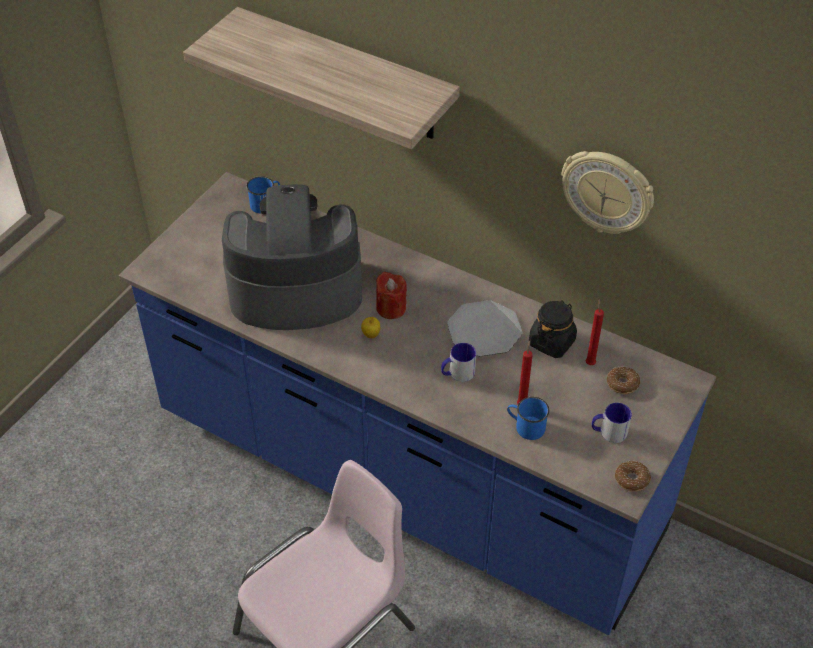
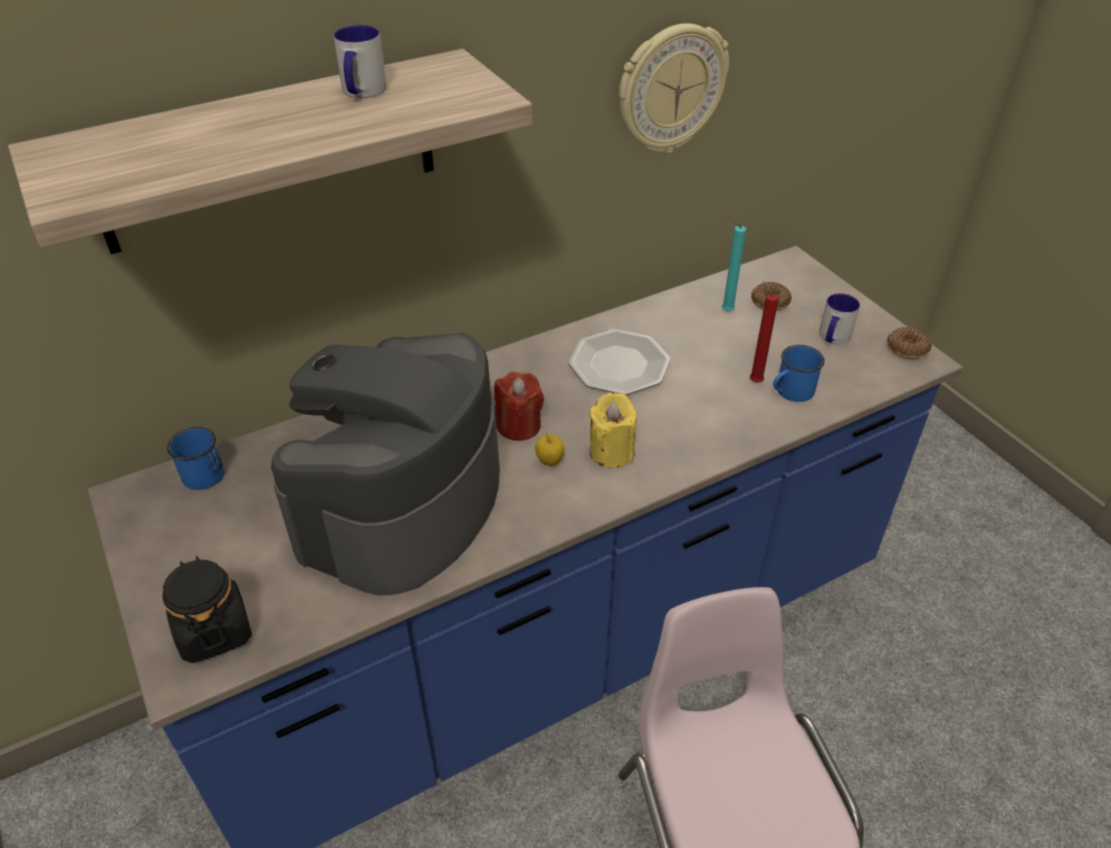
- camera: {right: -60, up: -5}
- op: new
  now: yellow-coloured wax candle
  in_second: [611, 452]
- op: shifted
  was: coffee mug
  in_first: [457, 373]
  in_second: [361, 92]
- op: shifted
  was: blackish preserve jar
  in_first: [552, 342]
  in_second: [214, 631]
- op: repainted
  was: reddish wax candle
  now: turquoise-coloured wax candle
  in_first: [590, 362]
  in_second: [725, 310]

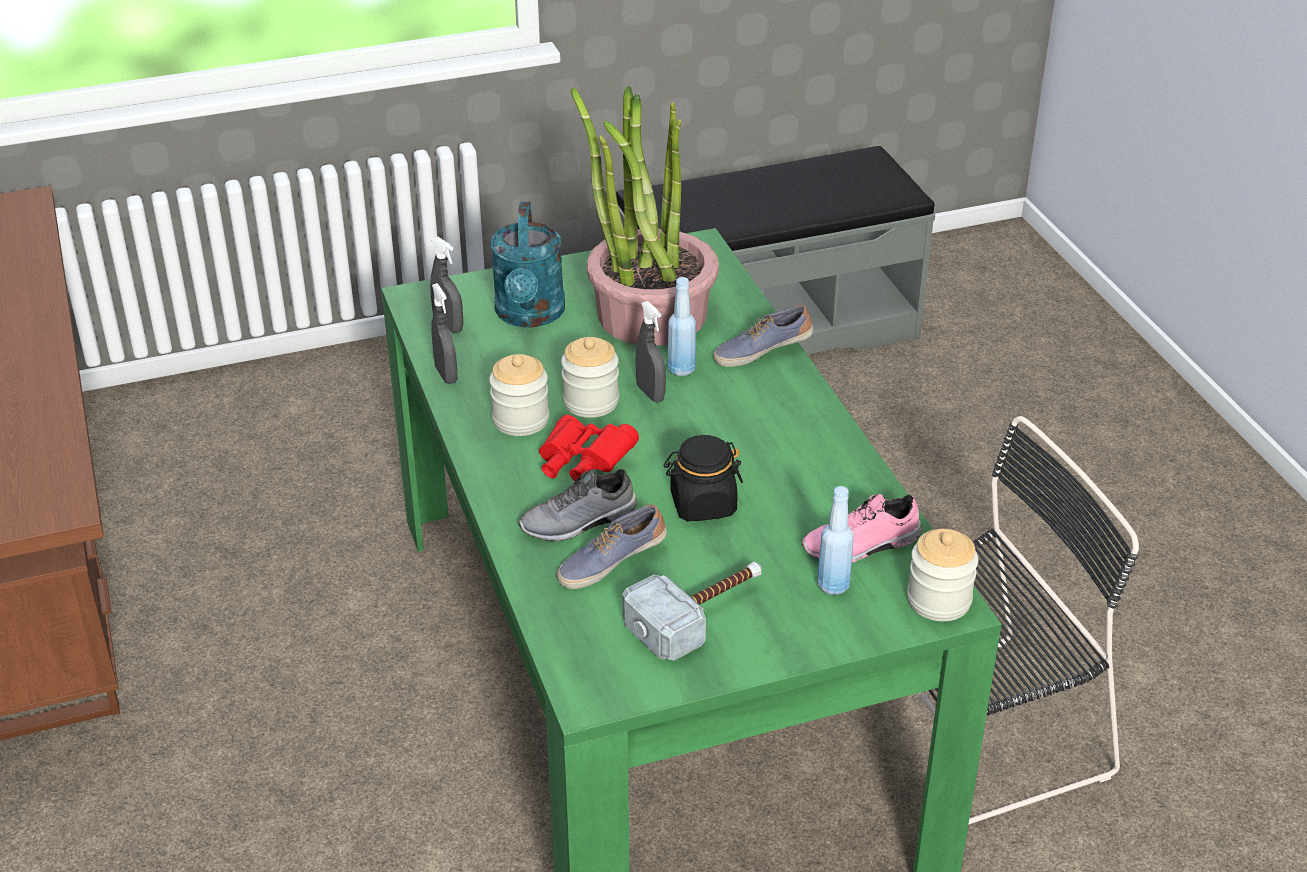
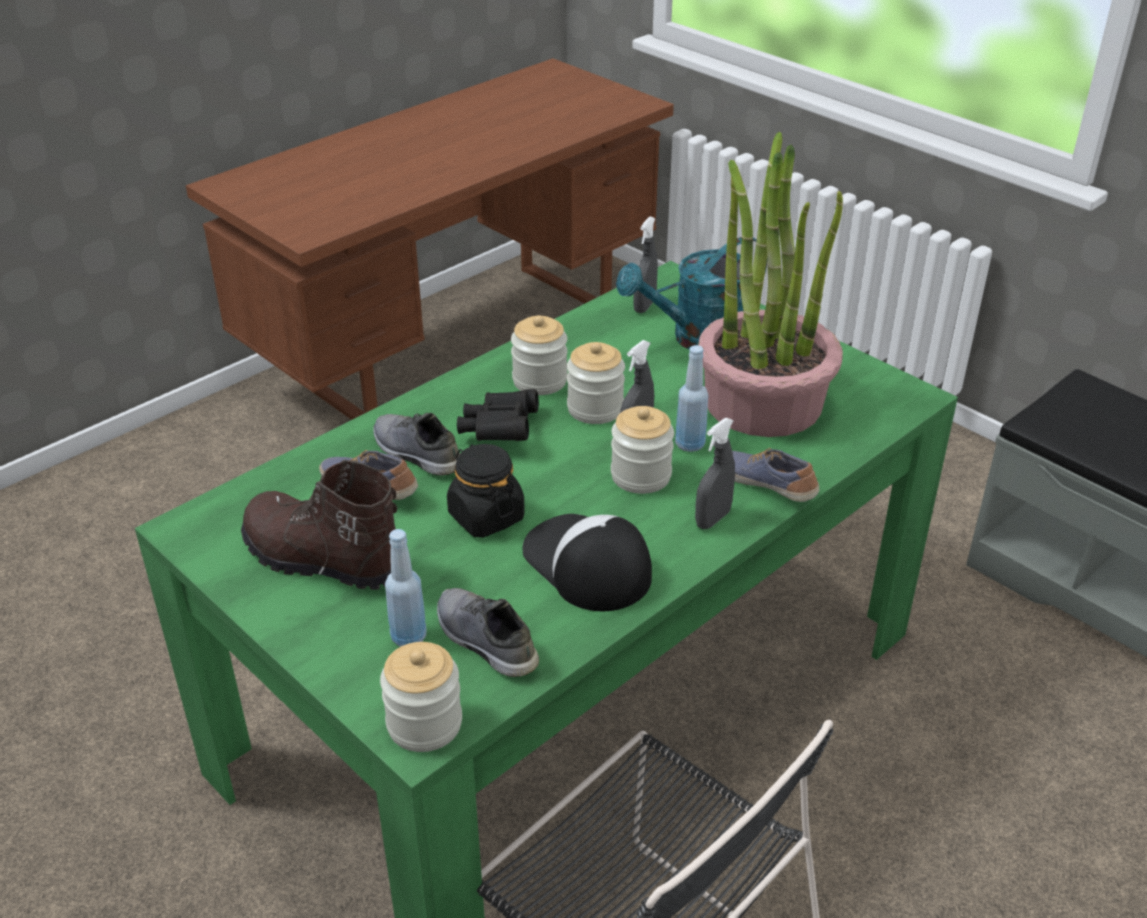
- camera: {right: 65, up: 0}
- op: new
  now: baseball cap
  in_second: [586, 564]
- op: new
  now: preserve jar
  in_second: [641, 476]
- op: shifted
  was: gray spray bottle
  in_first: [446, 375]
  in_second: [712, 519]
- op: swapped
  was: hammer
  now: brown-coloured high-top boot
  in_first: [700, 615]
  in_second: [322, 560]
- op: repainted
  was: reddish field glasses
  now: blackish field glasses
  in_first: [583, 464]
  in_second: [499, 431]
- op: repainted
  was: pink shoe
  now: gray shoe
  in_first: [862, 546]
  in_second: [484, 641]

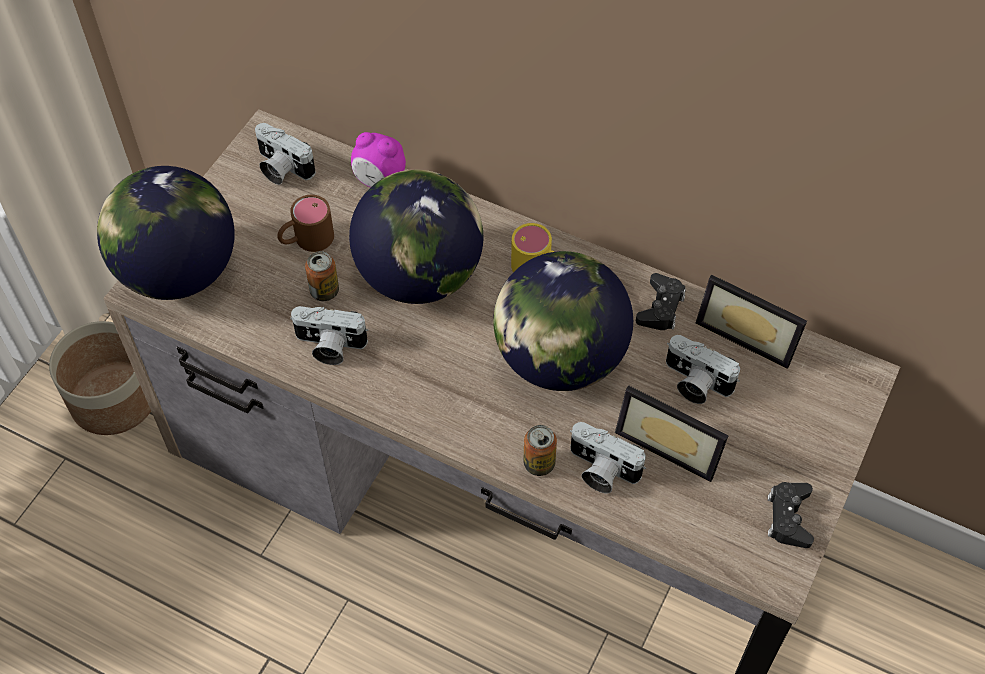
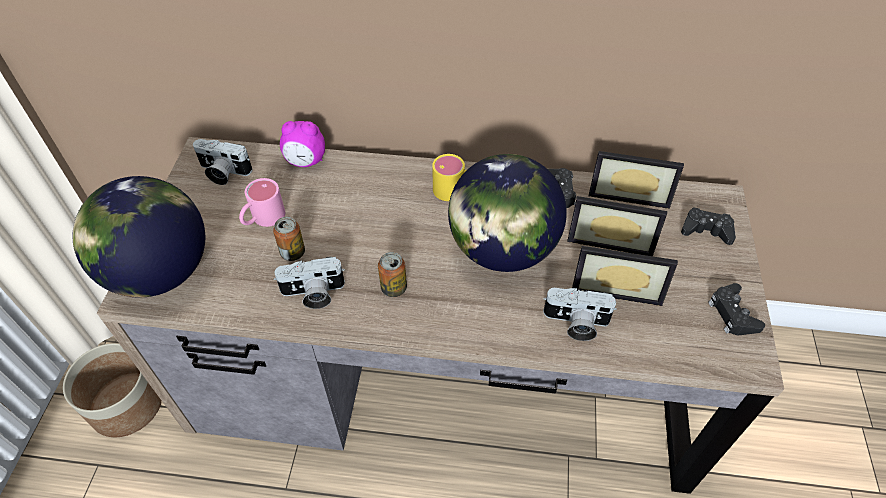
- camera: {right: -20, up: -5}
- op: gone
  was: globe
  in_first: [420, 275]
- op: new
  now: blackish gamepad
  in_second: [706, 230]
- op: shifted
  was: can
  in_first: [539, 463]
  in_second: [393, 288]
- op: swapped
  was: photo camera
  now: photo frame
  in_first: [694, 383]
  in_second: [610, 237]
- op: repainted
  was: brown-coloured coffee mug
  now: pink coffee mug
  in_first: [306, 240]
  in_second: [263, 219]

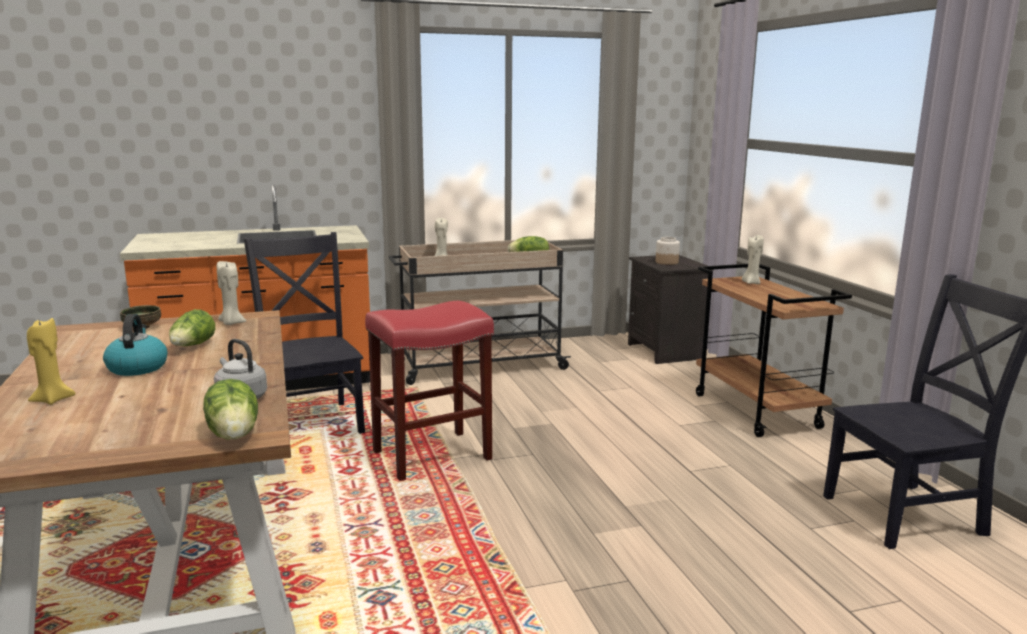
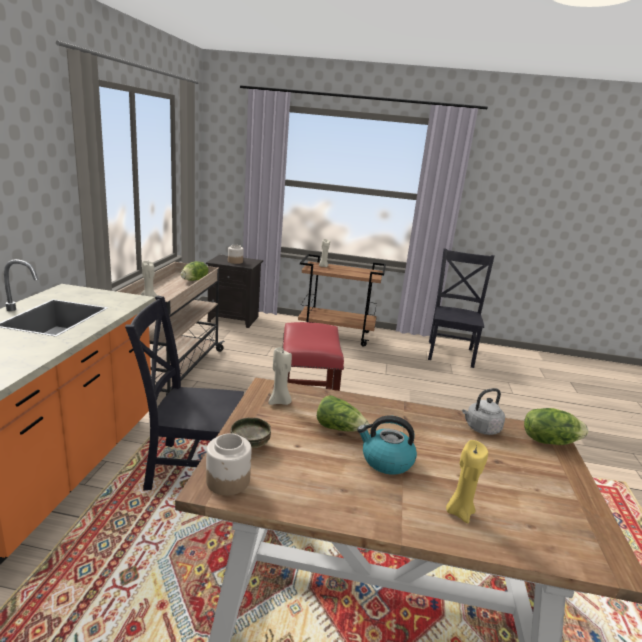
- camera: {right: -65, up: 5}
- op: new
  now: preserve jar
  in_second: [228, 480]

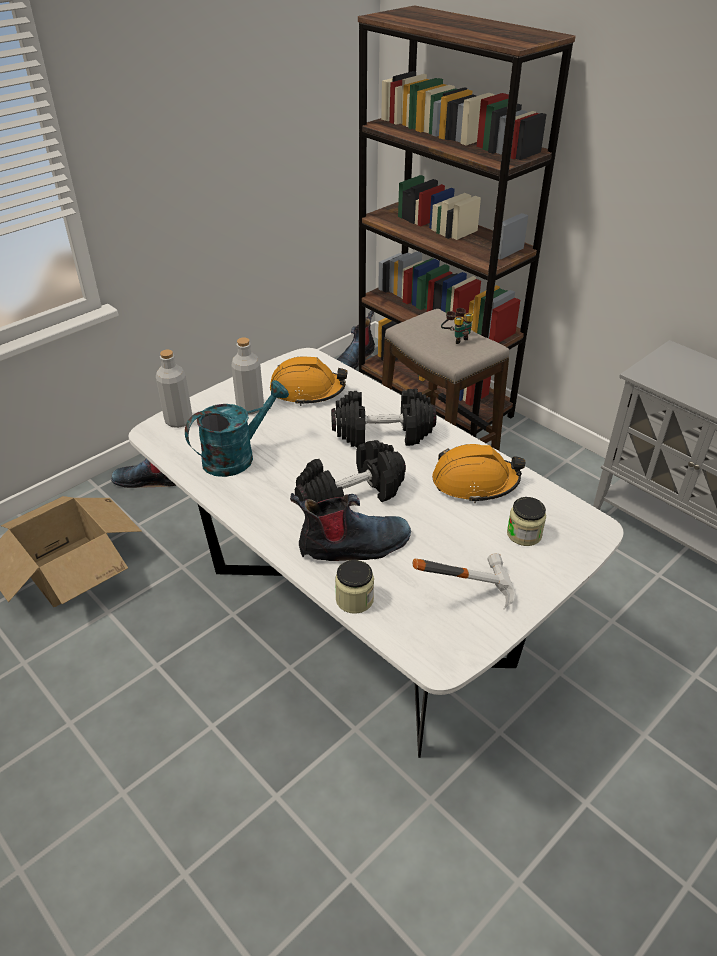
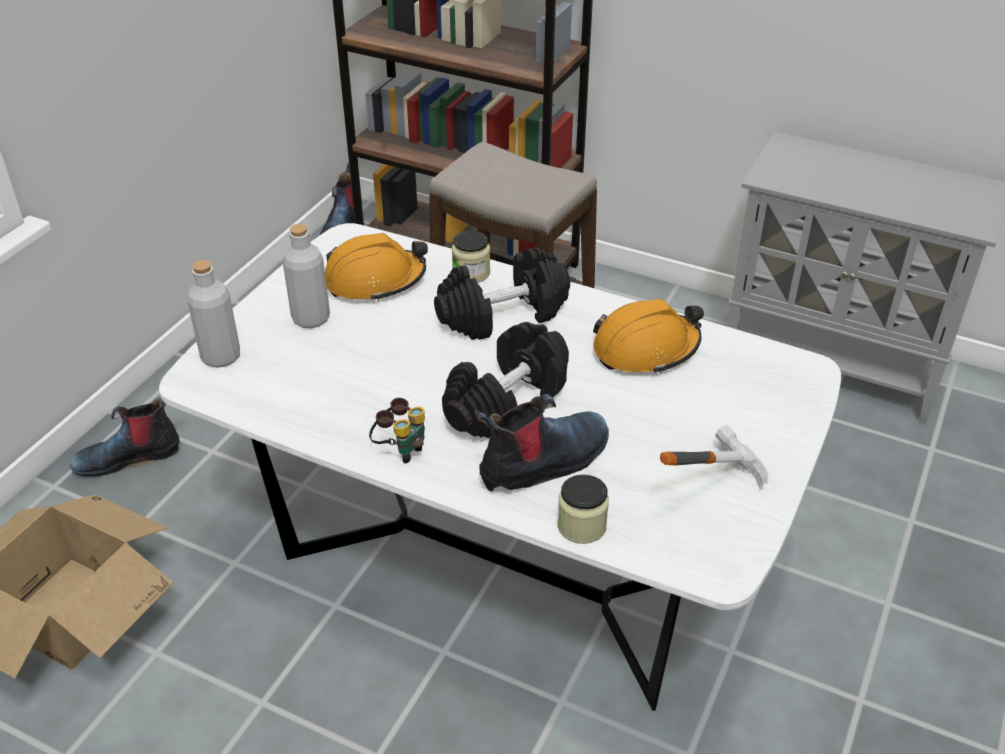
- camera: {right: -20, up: 0}
- op: gone
  was: turquoise-coloured sprinkling can
  in_first: [237, 456]
- op: shifted
  was: field glasses
  in_first: [456, 338]
  in_second: [400, 449]
- op: shifted
  was: preserve jar
  in_first: [524, 534]
  in_second: [471, 273]

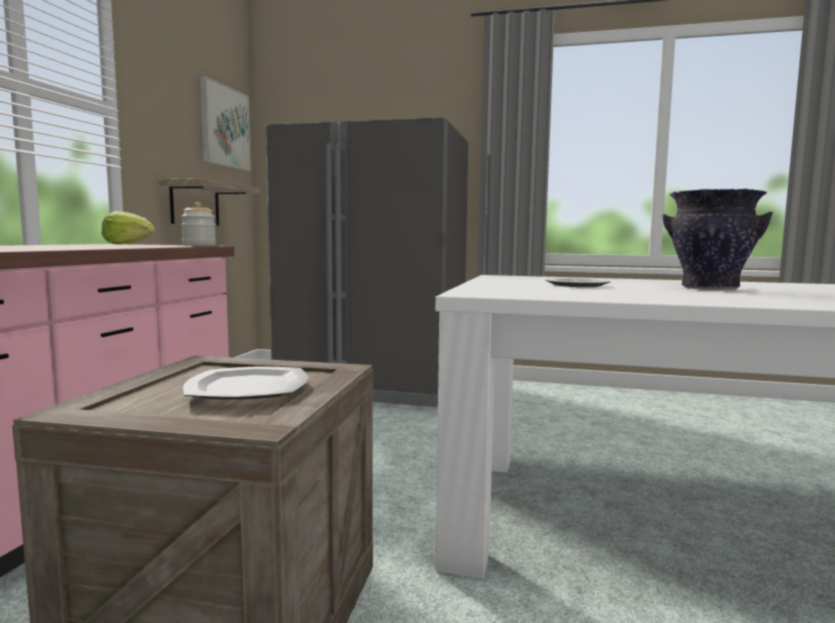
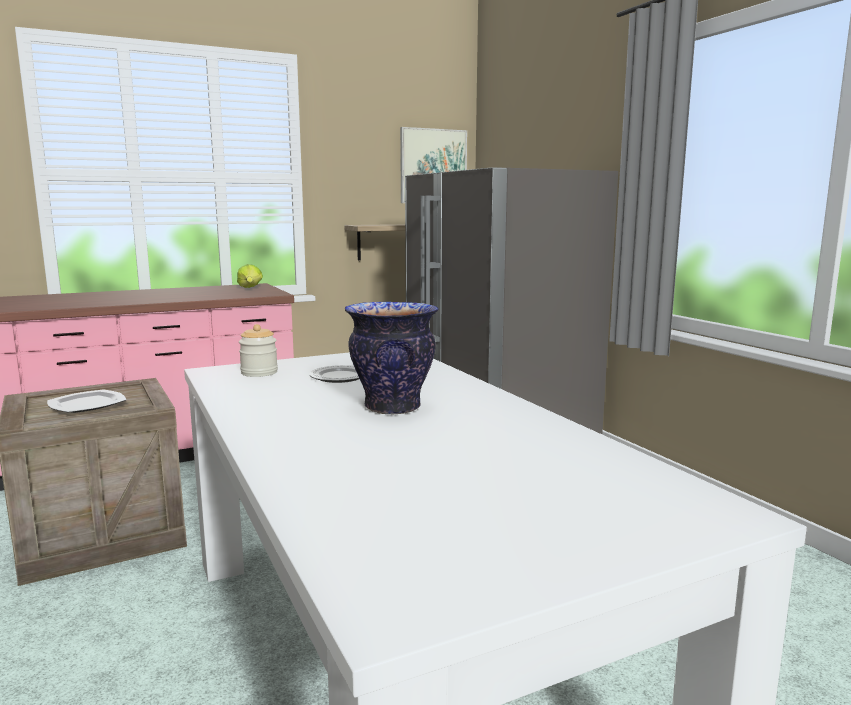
- camera: {right: 50, up: 5}
- op: shifted
  was: preserve jar
  in_first: [199, 245]
  in_second: [259, 372]

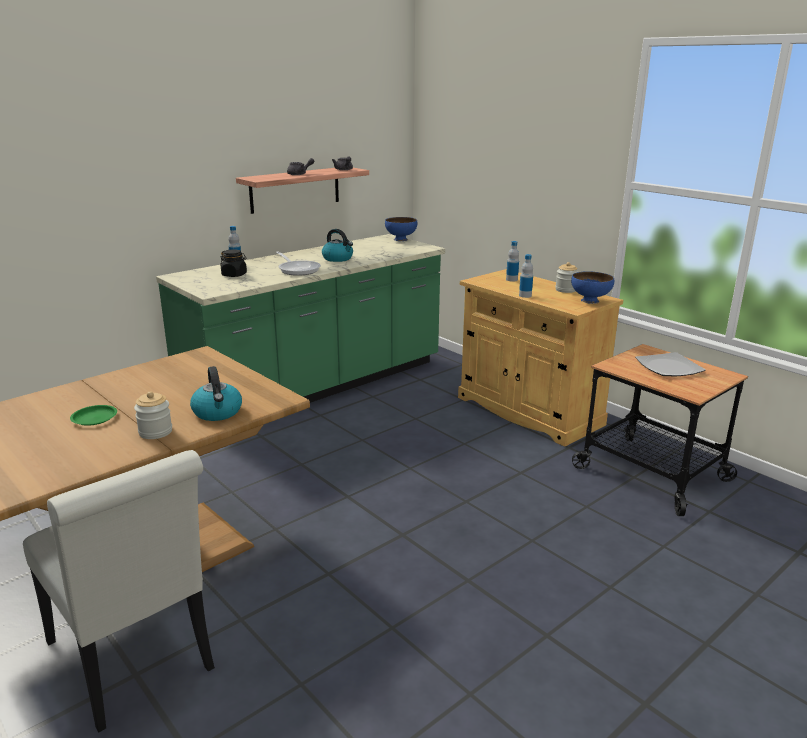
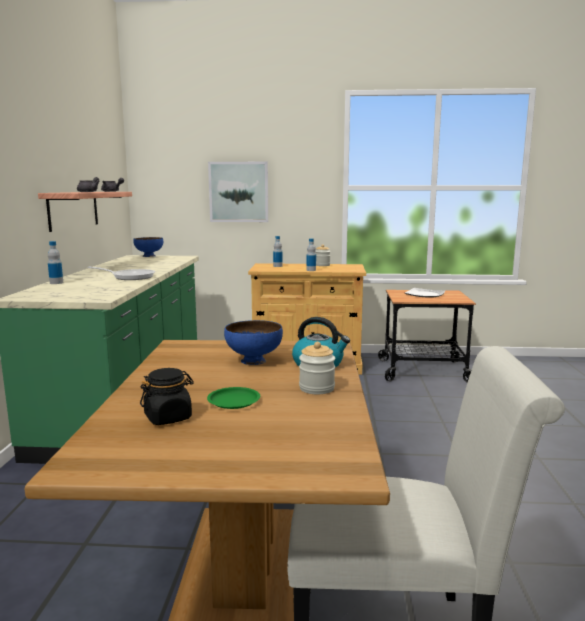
- camera: {right: -45, up: -10}
- op: gone
  was: water kettle
  in_first: [338, 258]
- op: new
  now: picture
  in_second: [239, 192]
- op: shifted
  was: blackish preserve jar
  in_first: [234, 275]
  in_second: [168, 417]
- op: shifted
  was: blue serving bowl
  in_first: [590, 301]
  in_second: [254, 361]

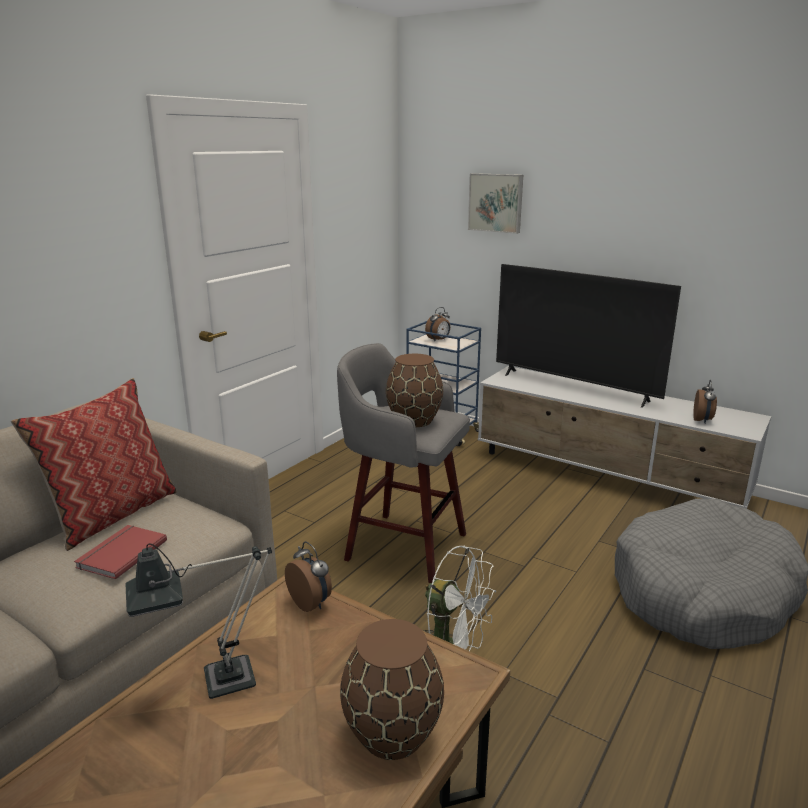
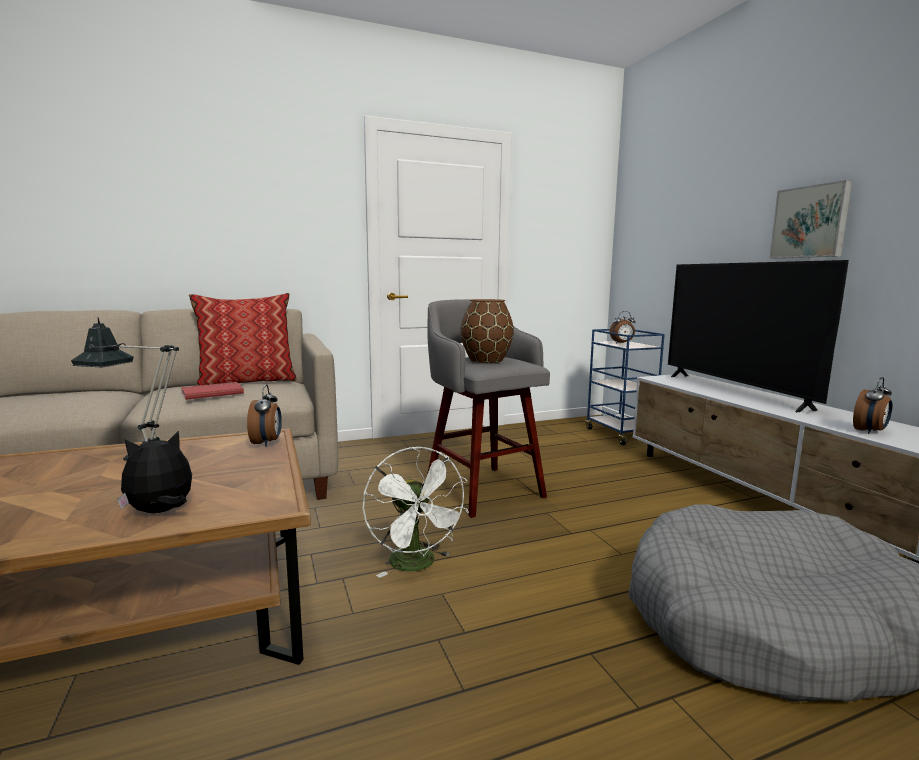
- camera: {right: 35, up: -10}
- op: shifted
  was: picture
  in_first: [496, 202]
  in_second: [810, 222]
- op: swapped
  was: brown-coloured decorative vase
  now: cuddly toy
  in_first: [393, 735]
  in_second: [161, 512]

